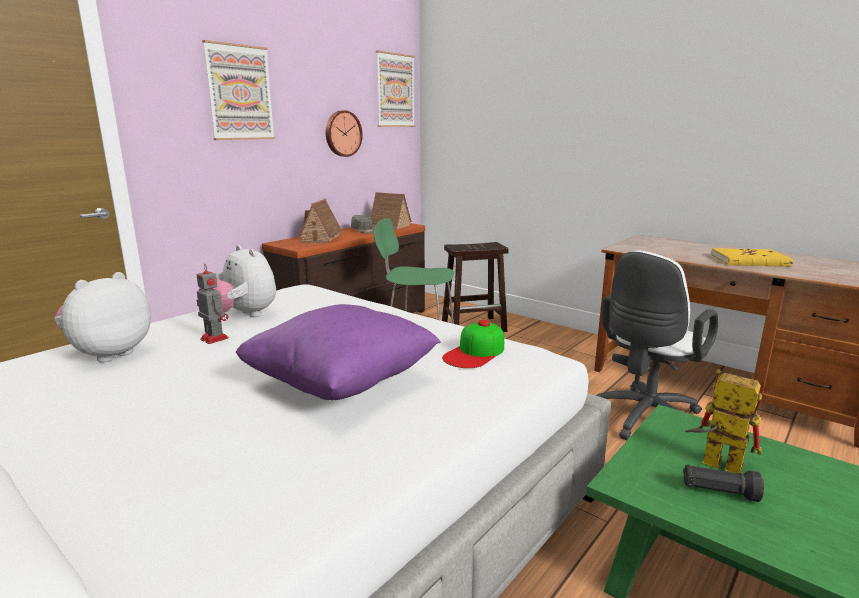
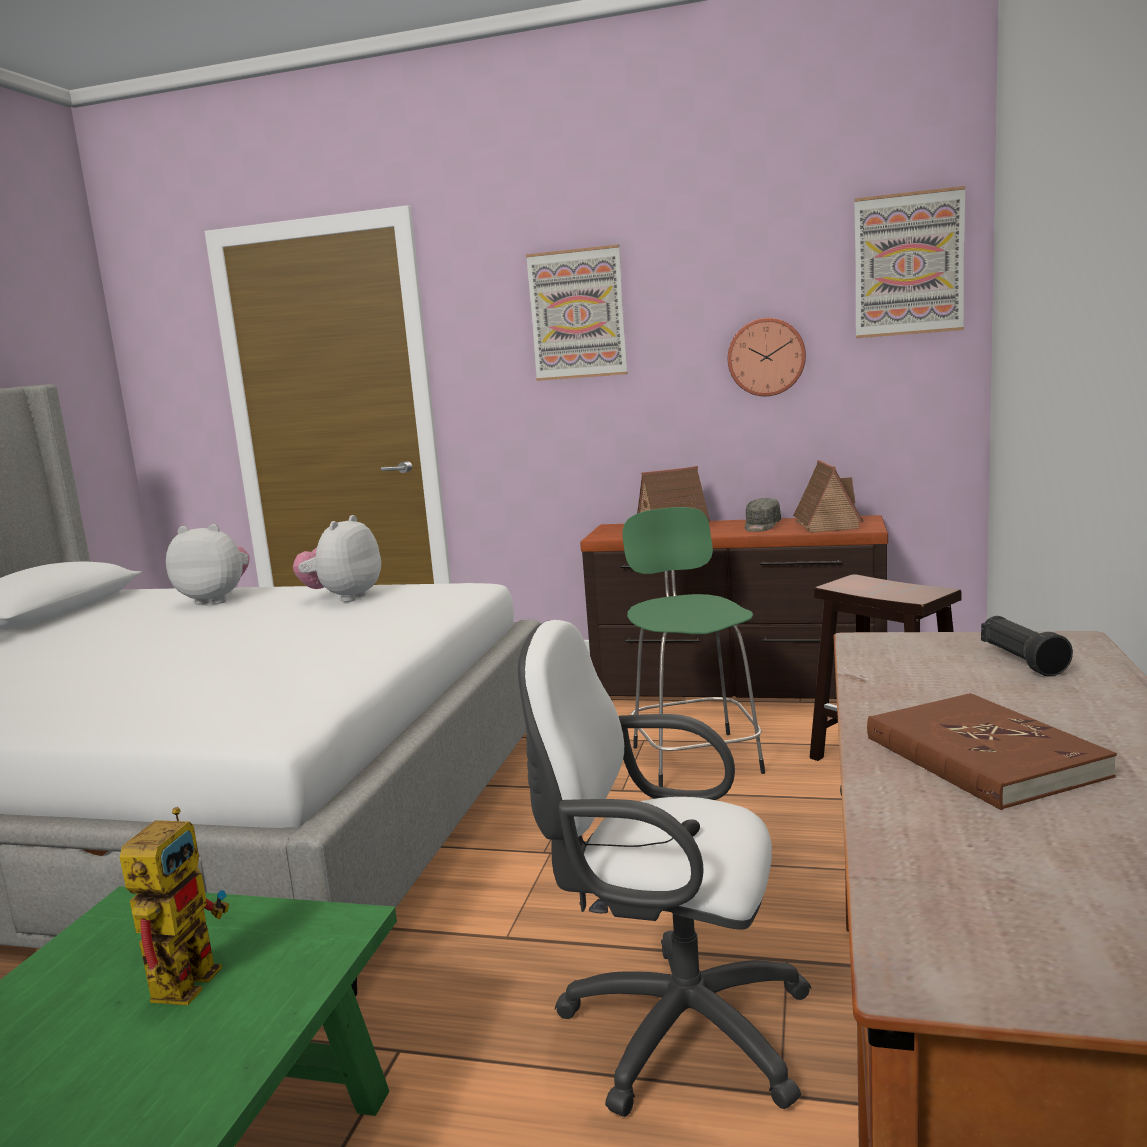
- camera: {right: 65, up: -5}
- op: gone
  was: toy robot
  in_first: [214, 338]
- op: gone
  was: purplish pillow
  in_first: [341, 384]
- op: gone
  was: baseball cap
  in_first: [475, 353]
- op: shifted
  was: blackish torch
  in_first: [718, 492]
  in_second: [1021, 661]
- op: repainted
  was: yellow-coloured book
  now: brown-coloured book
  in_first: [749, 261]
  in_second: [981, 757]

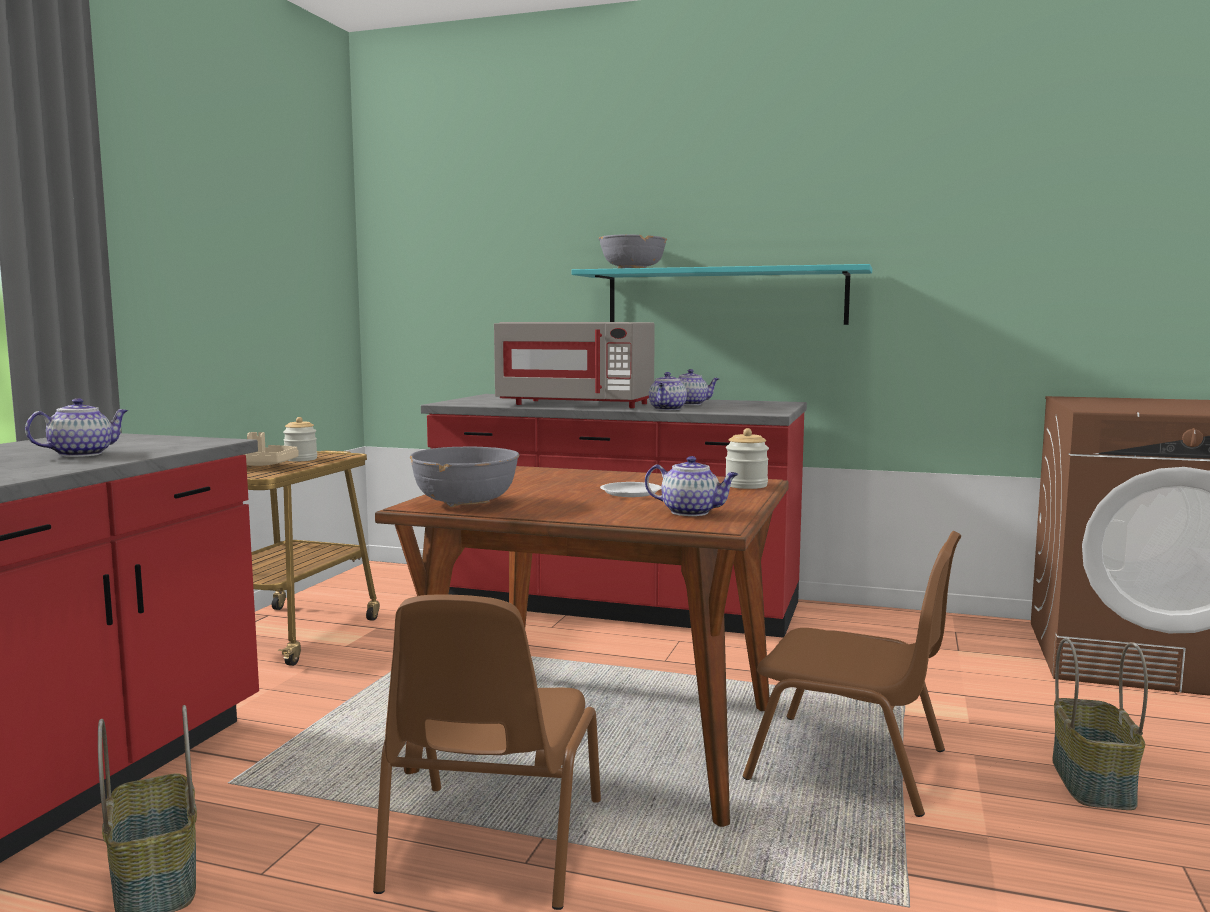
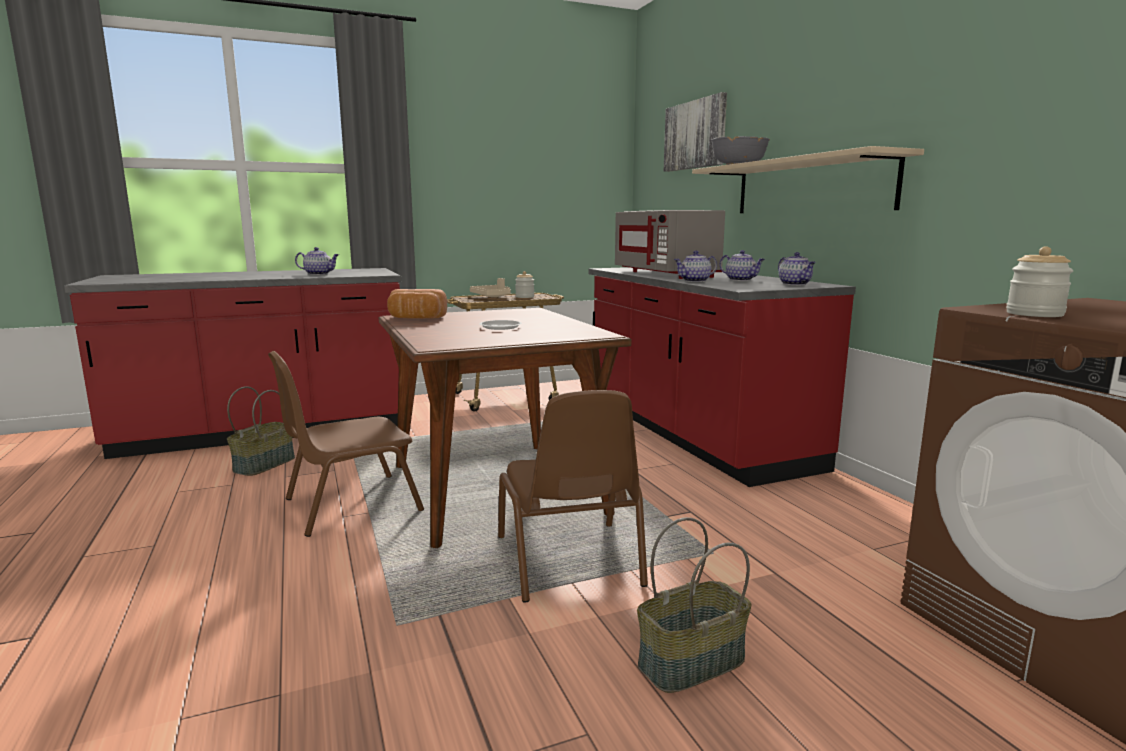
- camera: {right: 50, up: 5}
- op: new
  now: picture
  in_second: [695, 135]
- op: shifted
  was: pot for tea
  in_first: [691, 512]
  in_second: [795, 284]
- op: shifted
  was: preserve jar
  in_first: [746, 485]
  in_second: [1034, 314]
- op: swapped
  was: gray serving bowl
  now: bread
  in_first: [466, 503]
  in_second: [416, 318]
- op: repainted
  was: turquoise-coloured shelf
  now: beige-coloured shelf
  in_first: [725, 297]
  in_second: [810, 187]

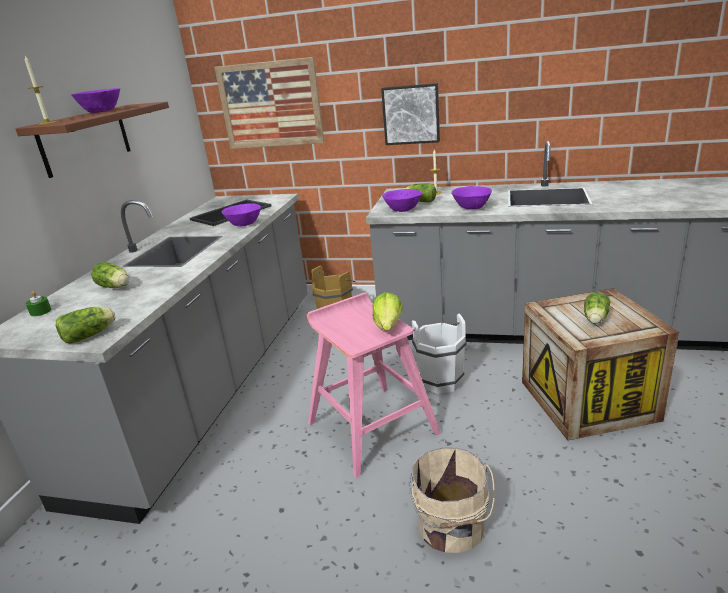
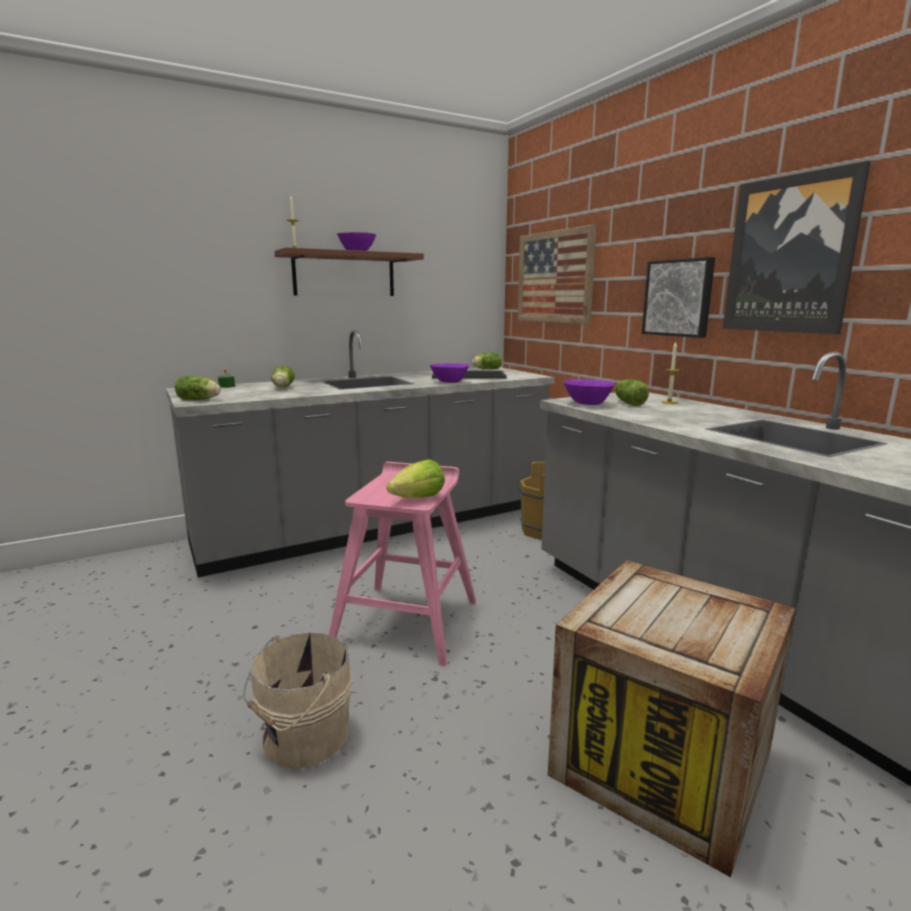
- camera: {right: 45, up: -10}
- op: gone
  was: whitish bucket
  in_first: [439, 379]
- op: gone
  was: purplish serving bowl
  in_first: [471, 207]
- op: new
  now: picture
  in_second: [790, 255]
- op: shifted
  was: lettuce head
  in_first: [595, 319]
  in_second: [486, 369]

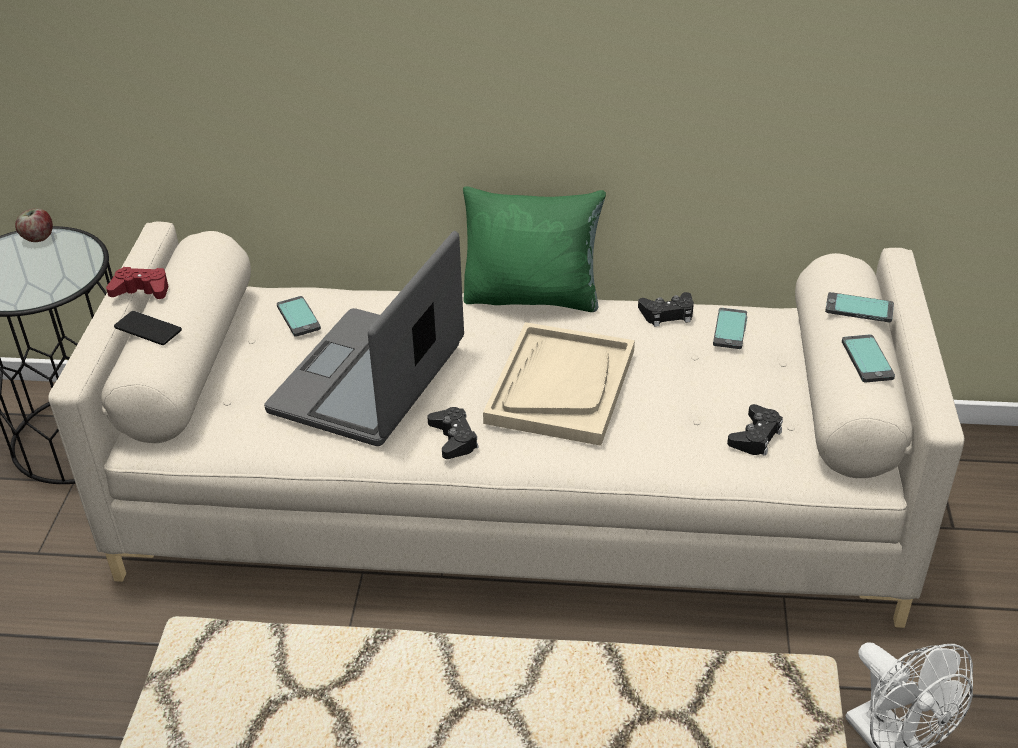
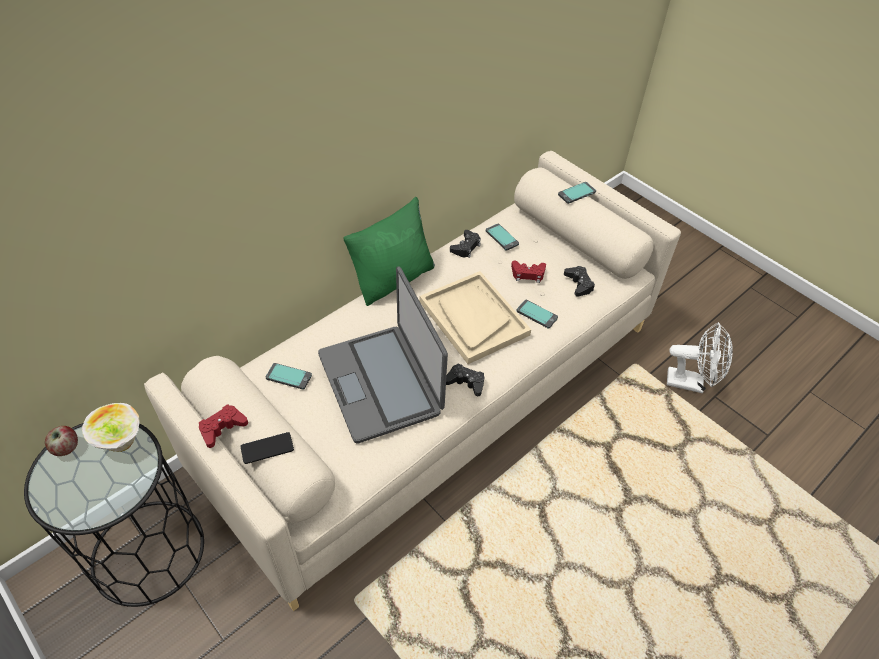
- camera: {right: -50, up: 10}
- op: new
  now: serving bowl
  in_second: [120, 442]
- op: new
  now: reddish gamepad
  in_second: [528, 274]
- op: shifted
  was: phone
  in_first: [867, 359]
  in_second: [537, 314]

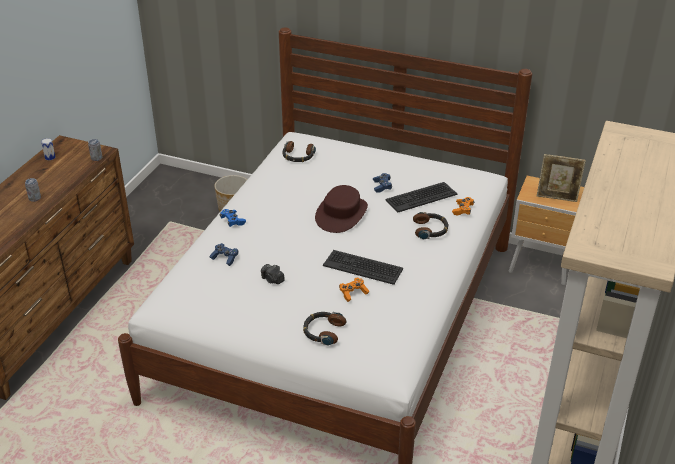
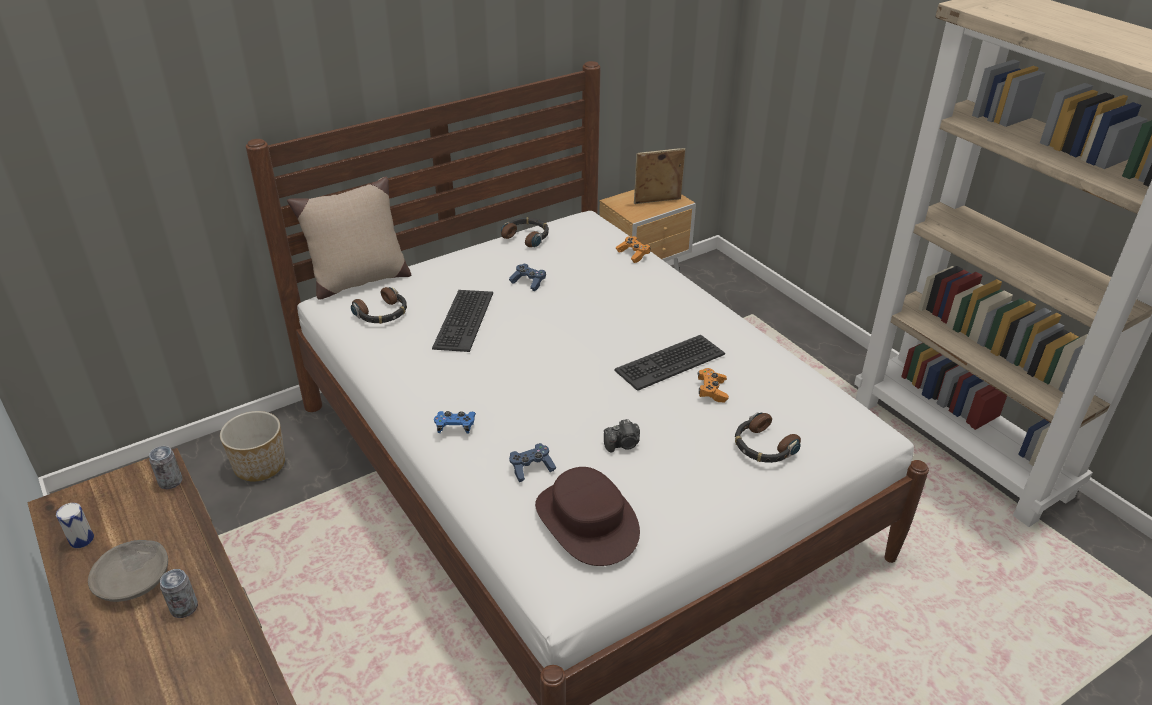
- camera: {right: -55, up: 0}
- op: new
  now: gray serving bowl
  in_second: [134, 578]
- op: new
  now: beige-coloured pillow
  in_second: [358, 281]
- op: shifted
  was: brown-coloured wearable hat
  in_first: [341, 214]
  in_second: [587, 521]
- op: shifted
  was: keyboard
  in_first: [421, 197]
  in_second: [463, 320]
- op: shifted
  was: headset
  in_first: [430, 229]
  in_second: [527, 236]
- op: rotated
  was: photo frame
  in_first: [557, 198]
  in_second: [657, 202]
  clockwise: -150

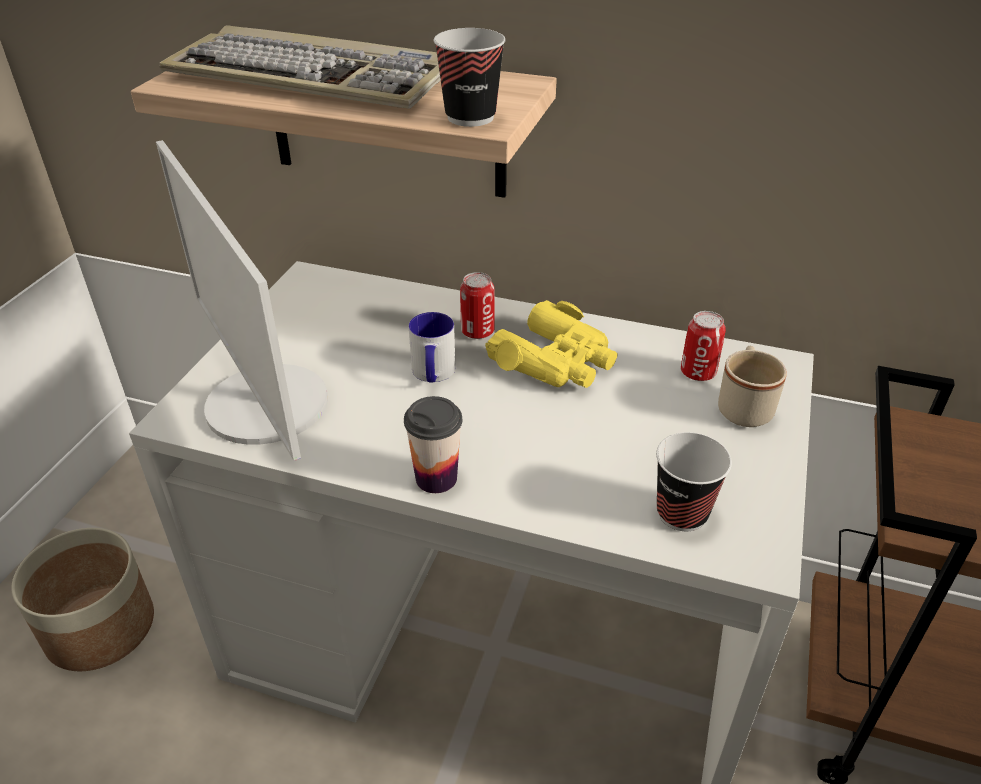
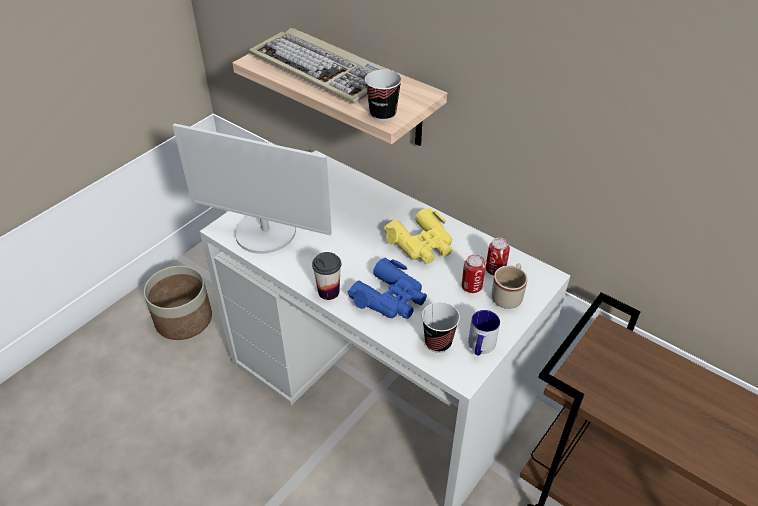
- camera: {right: 20, up: 5}
- op: new
  now: blue field glasses
  in_second: [390, 298]
- op: shifted
  was: coffee mug
  in_first: [433, 374]
  in_second: [480, 347]
- op: shifted
  was: can
  in_first: [477, 331]
  in_second: [471, 287]
- op: rotated
  was: computer display
  in_first: [265, 406]
  in_second: [265, 233]
  clockwise: -60

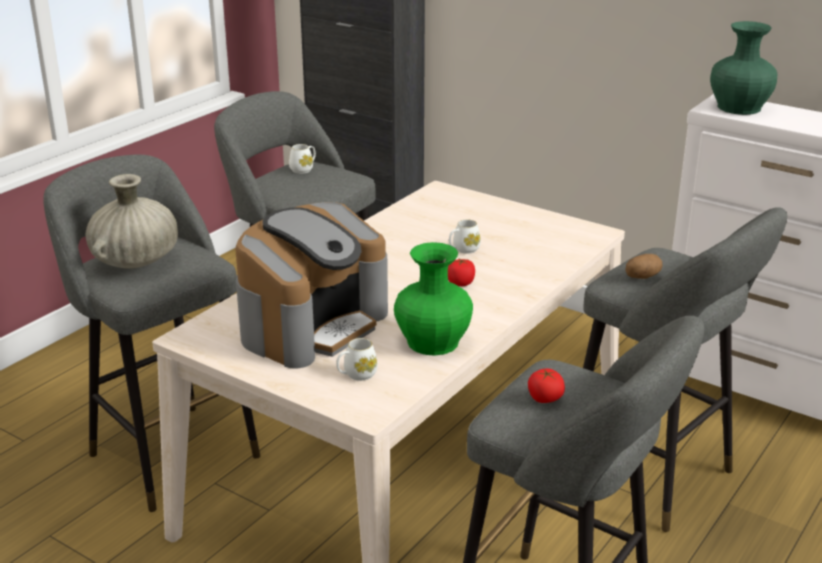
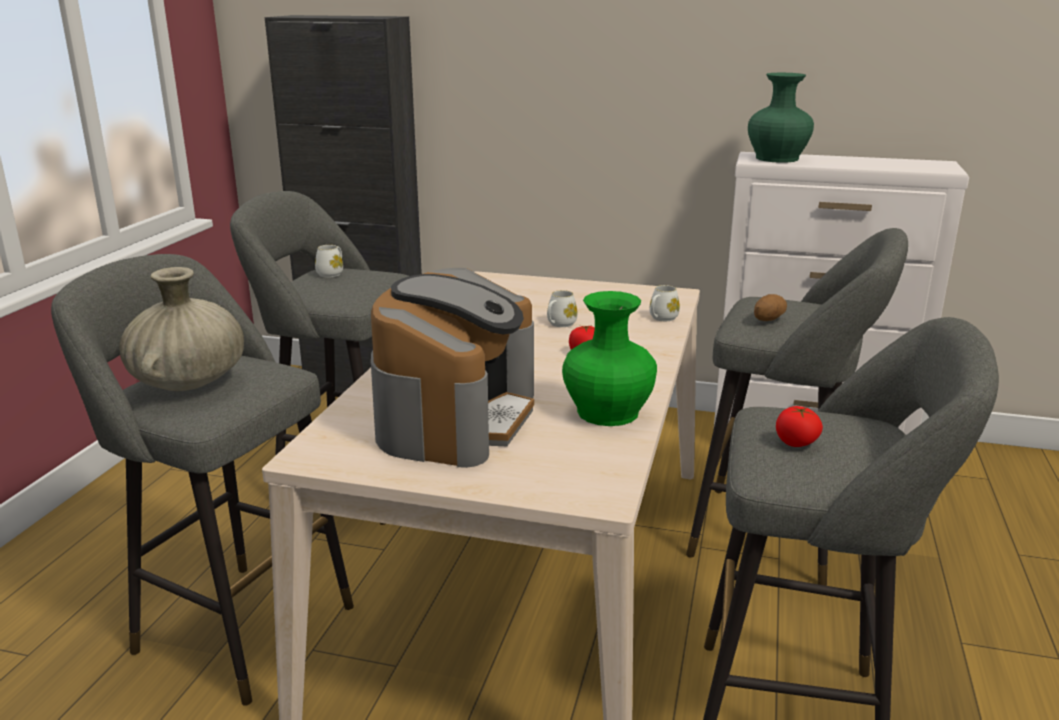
- camera: {right: -20, up: -5}
- op: shifted
  was: whitish coffee mug
  in_first: [356, 375]
  in_second: [661, 318]

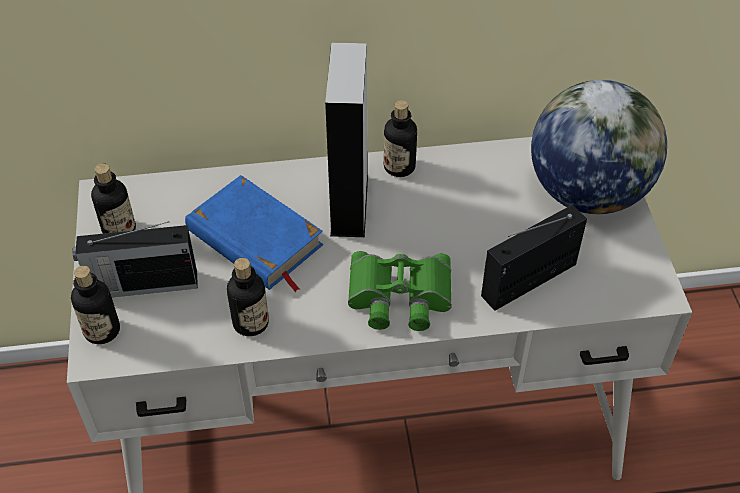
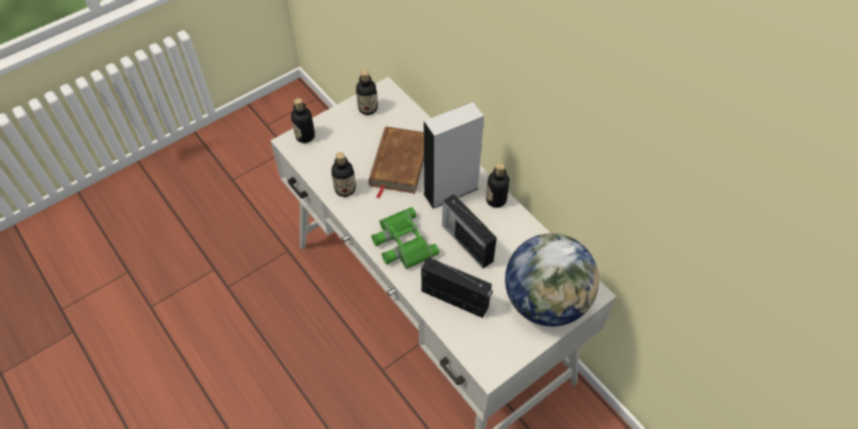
- camera: {right: 60, up: 5}
- op: shifted
  was: radio
  in_first: [142, 285]
  in_second: [466, 242]
- op: repainted
  was: blue book
  now: brown-coloured book
  in_first: [254, 239]
  in_second: [398, 163]

